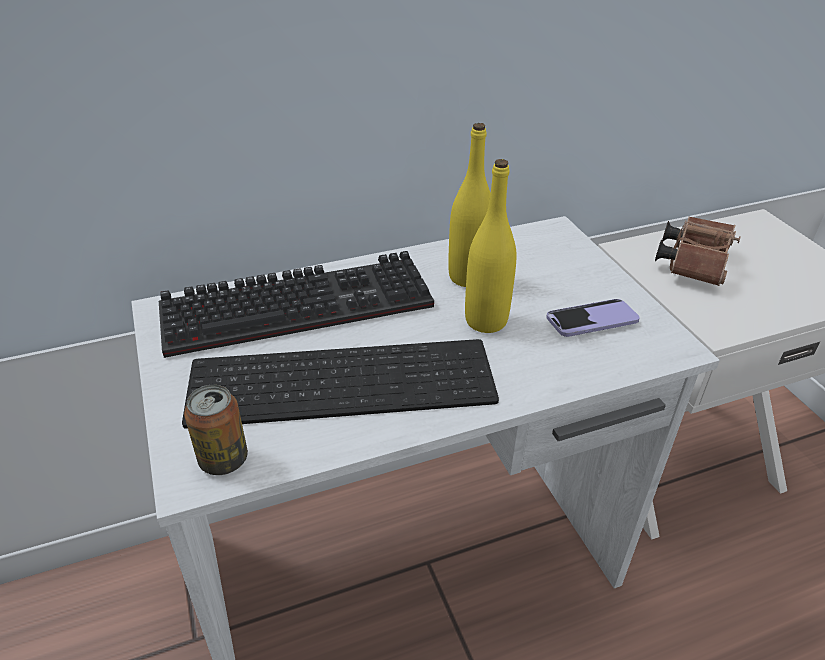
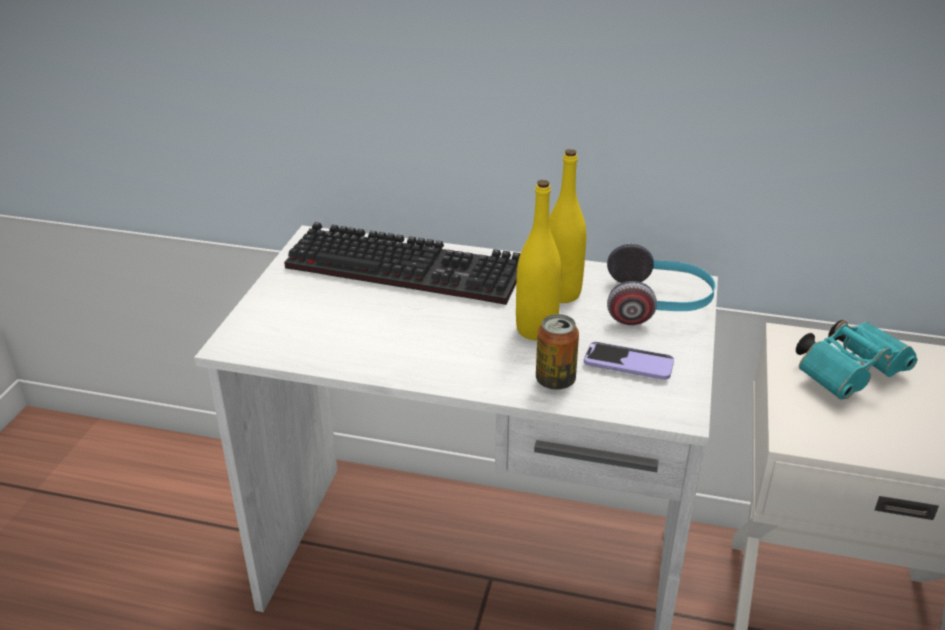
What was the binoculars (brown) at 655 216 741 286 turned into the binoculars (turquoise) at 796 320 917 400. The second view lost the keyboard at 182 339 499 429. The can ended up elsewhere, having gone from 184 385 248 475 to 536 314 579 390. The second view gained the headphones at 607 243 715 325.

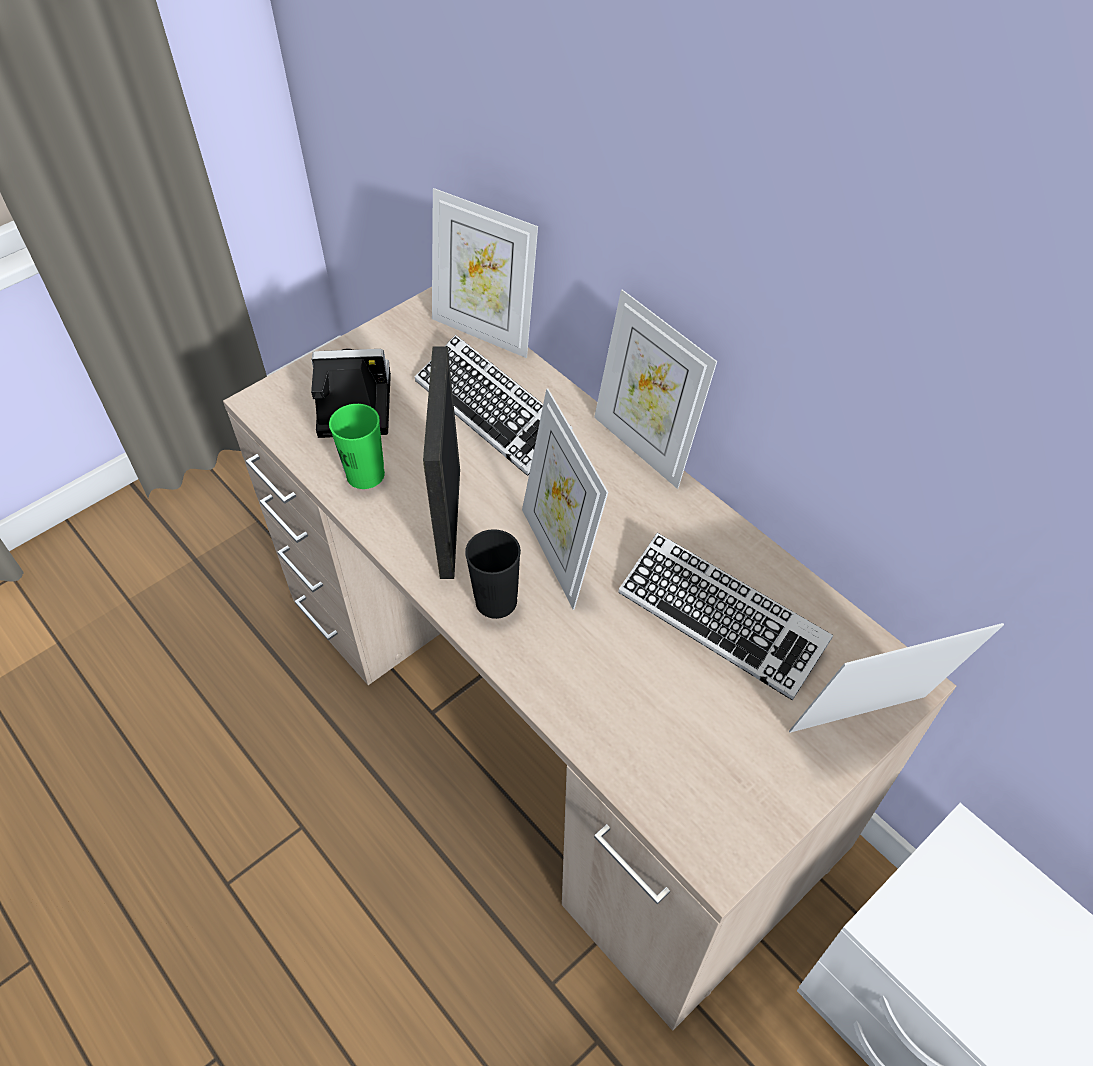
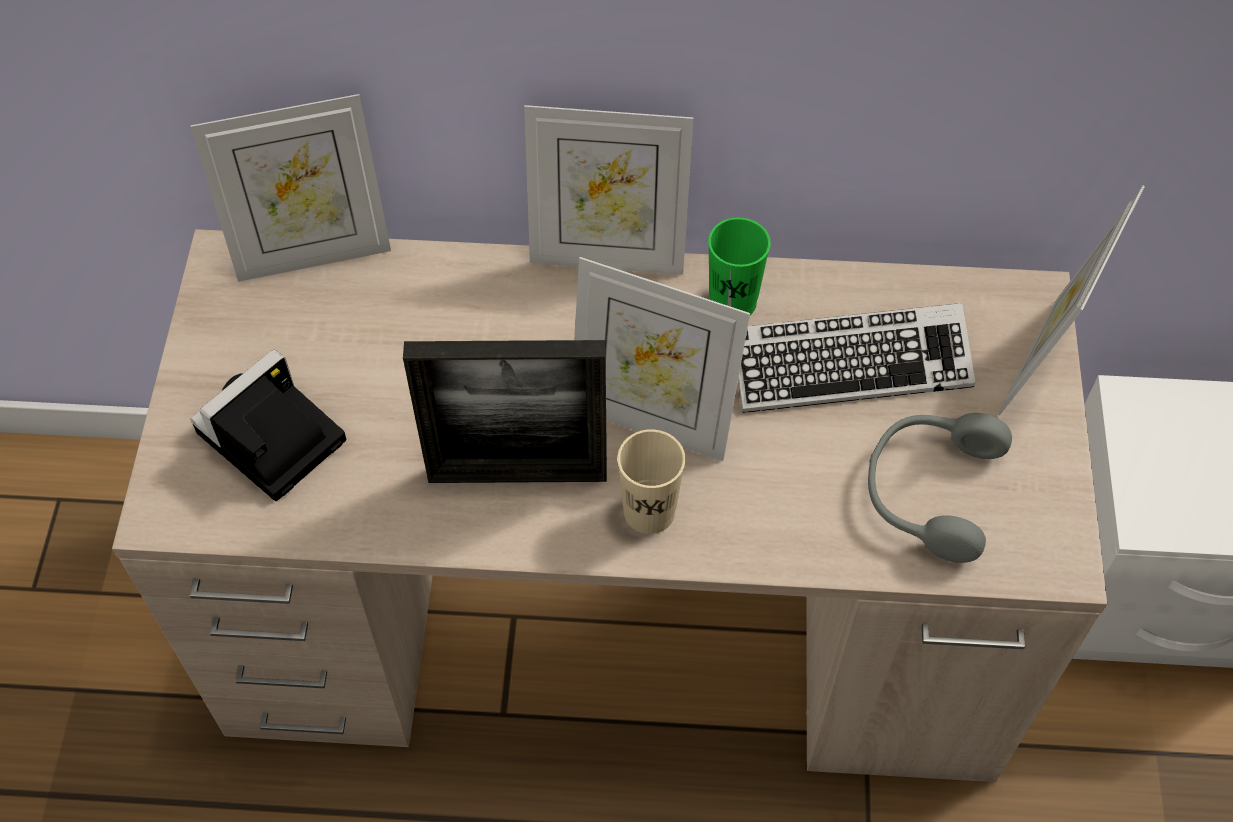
The second view lost the keyboard at 415 335 573 476. The picture frame at 423 346 460 579 ended up facing another way, 45 degrees counterclockwise from before. The cup (green) ended up elsewhere, having gone from 329 404 385 489 to 708 217 770 315. What was the cup (black) at 465 529 521 619 turned into the cup (beige) at 617 429 685 534. The second view gained the headphones (grey) at 868 413 1012 563.

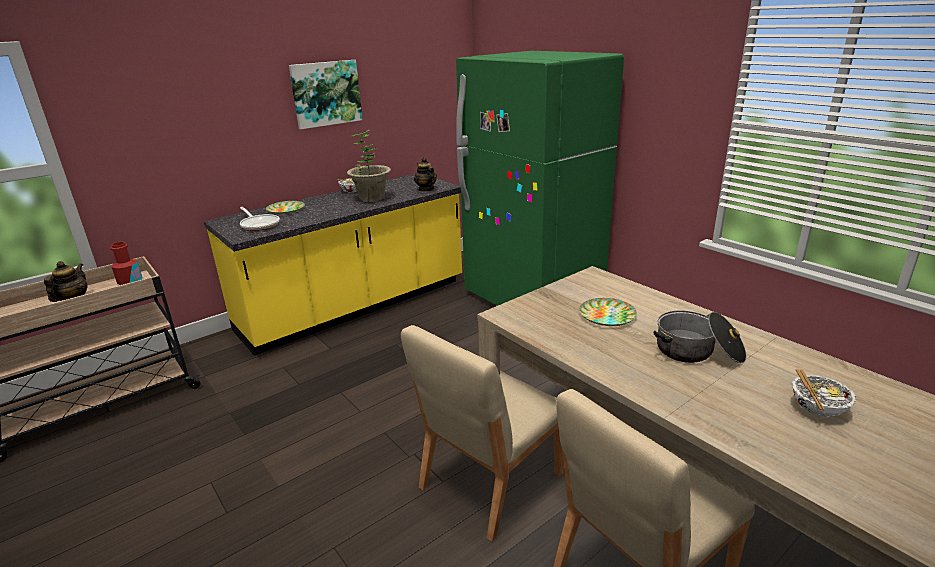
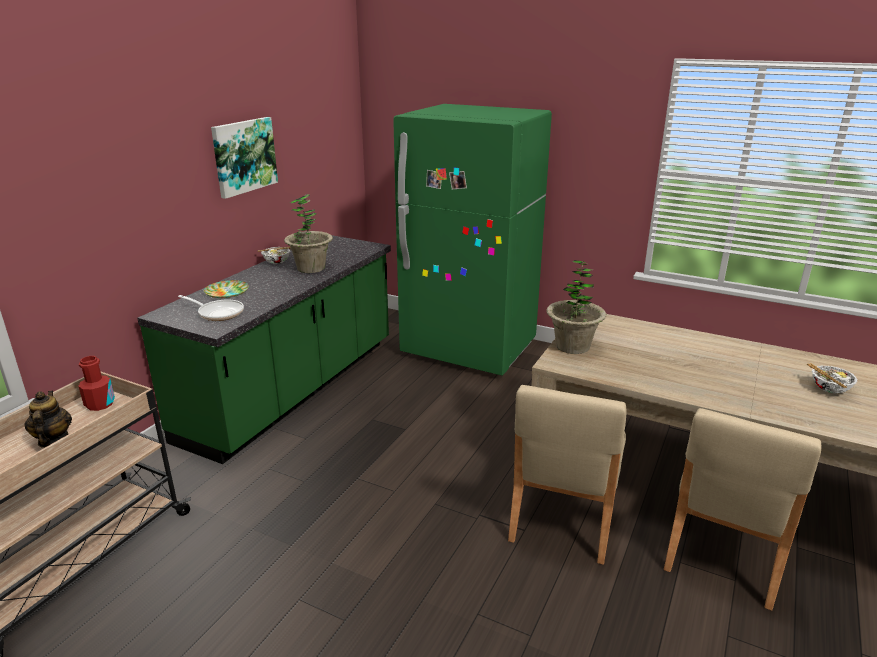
The second view lost the teapot at 414 157 437 192. What was the counter (yellow) at 204 174 462 356 turned into the counter (green) at 137 235 391 464. The second view lost the plate at 579 298 637 326. The second view lost the cooking pot at 654 311 747 363. The second view gained the potted plant at 546 260 606 354.

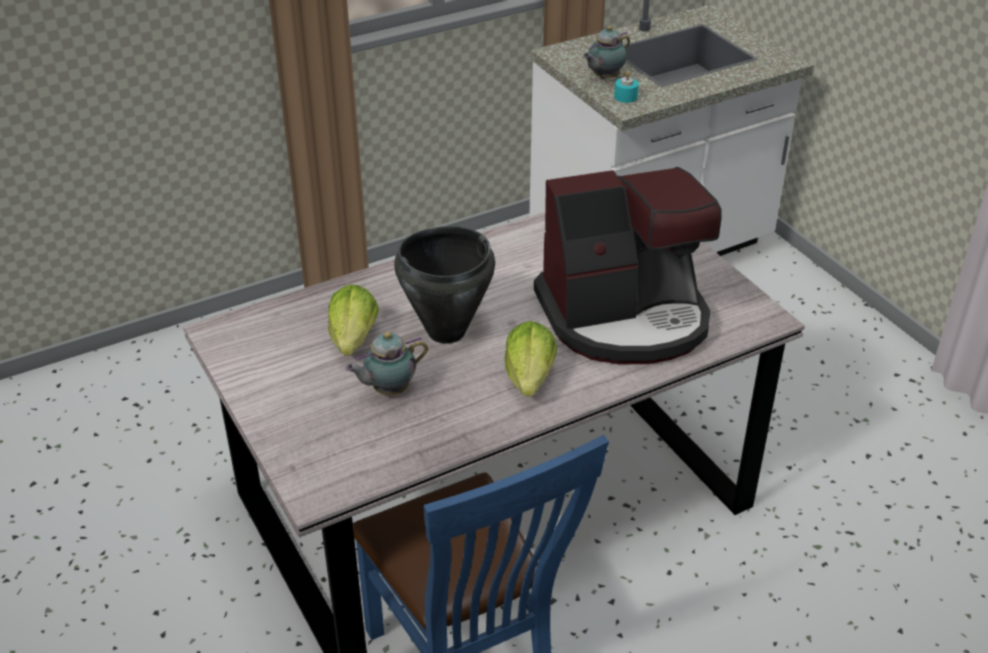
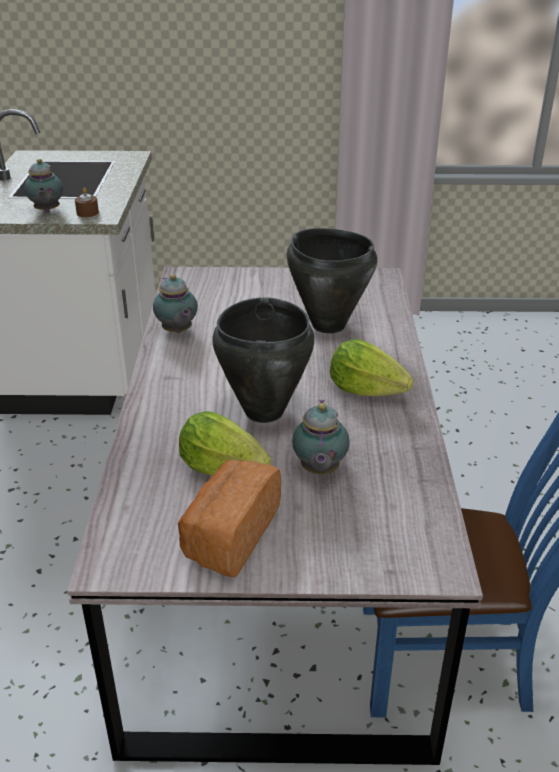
What was the candle (turquoise) at 614 71 639 103 turned into the candle (brown) at 75 188 99 217. Where the coffee machine stood at 534 167 722 364, the cooking pot (black) came to stand at 287 228 377 333. The second view gained the teapot at 153 274 198 333. The second view gained the bread at 178 460 281 578.

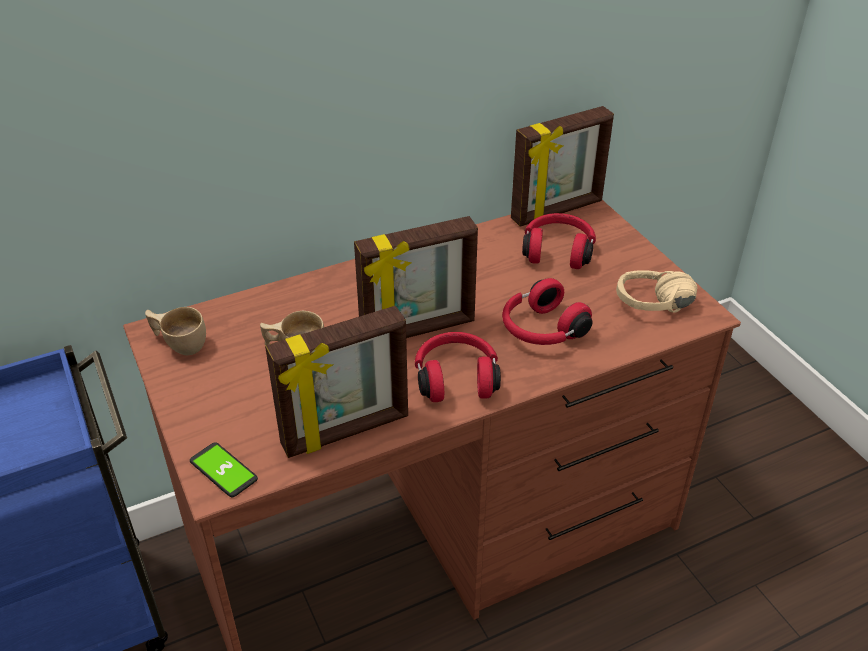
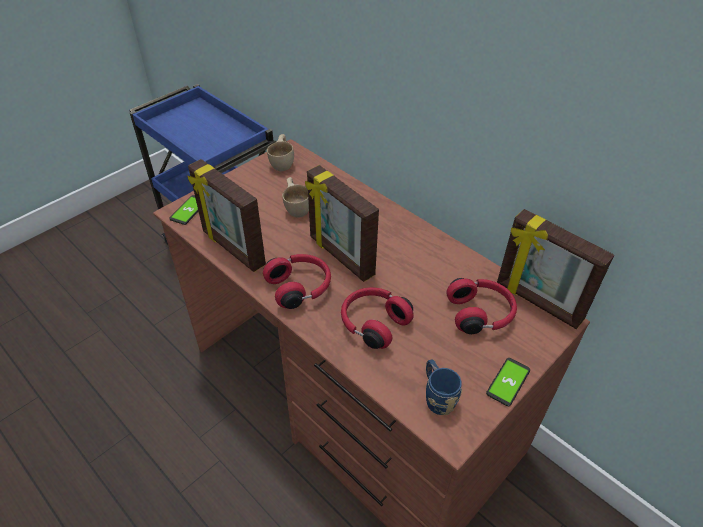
Where the headphones (beige) stood at 616 270 697 313, the mug (blue) came to stand at 426 359 462 415. The second view gained the phone at 486 358 530 406.

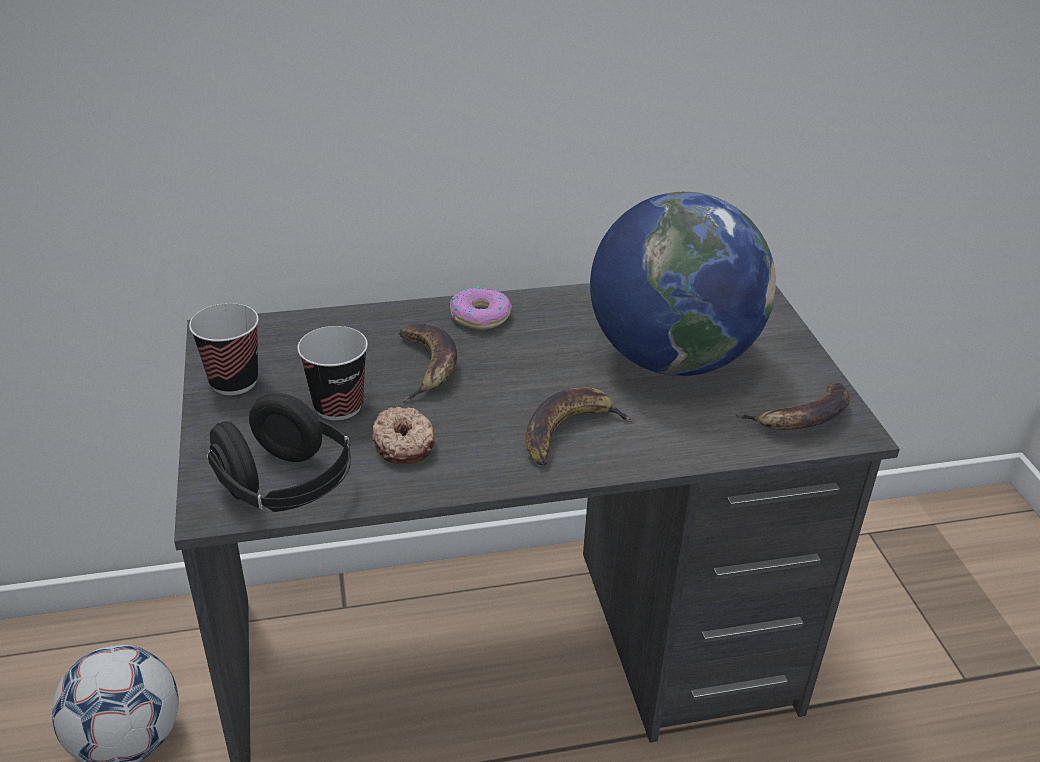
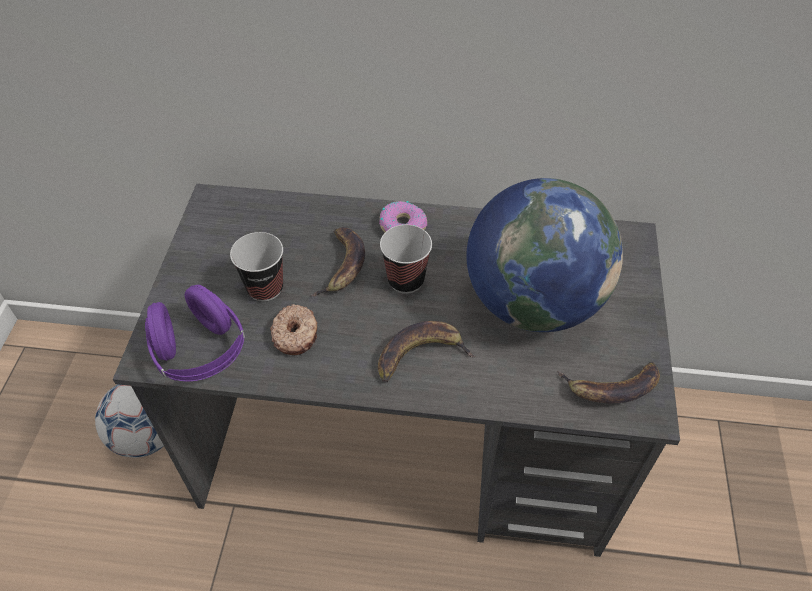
The cup ended up elsewhere, having gone from 189 303 259 395 to 380 225 432 294. What was the headphones (black) at 205 393 351 512 turned into the headphones (purple) at 145 285 245 382.

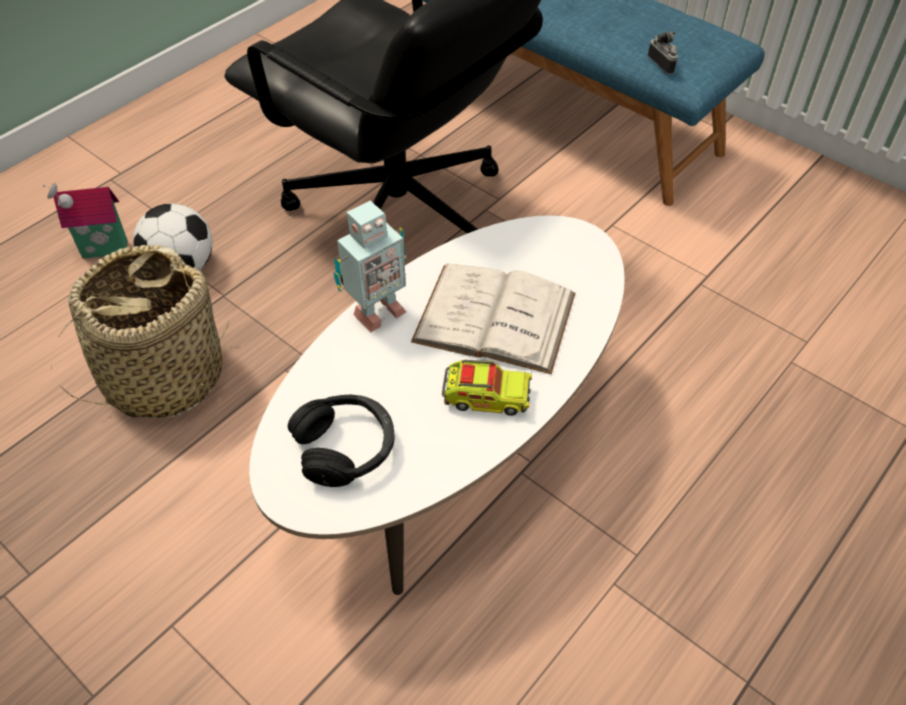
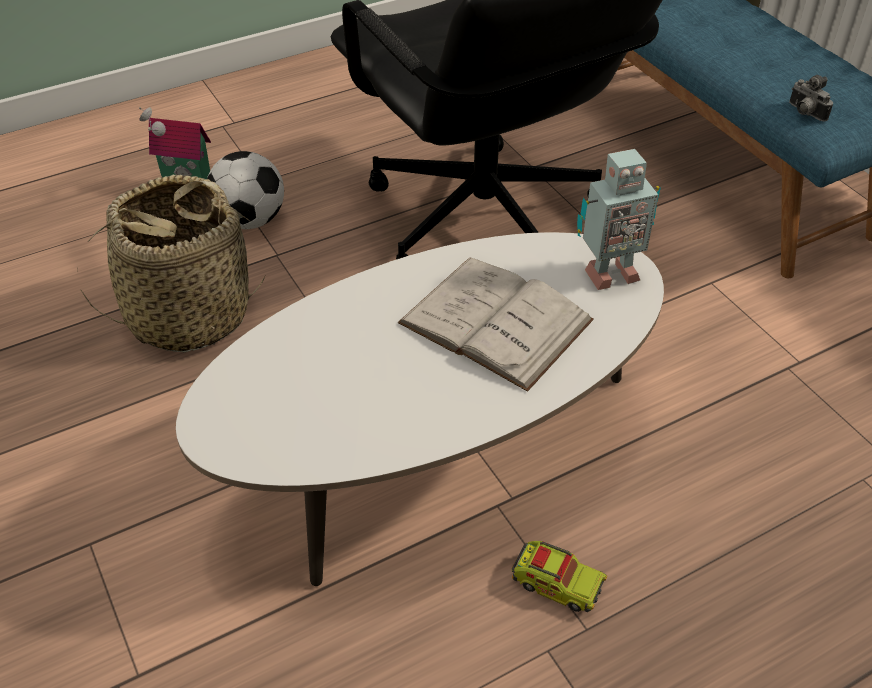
The photo camera at 648 32 678 75 ended up facing another way, 150 degrees clockwise from before. The toy robot ended up elsewhere, having gone from 333 201 406 333 to 577 149 661 290. The toy truck ended up elsewhere, having gone from 442 360 532 416 to 512 541 607 612. The second view lost the headphones (black) at 288 395 395 487.

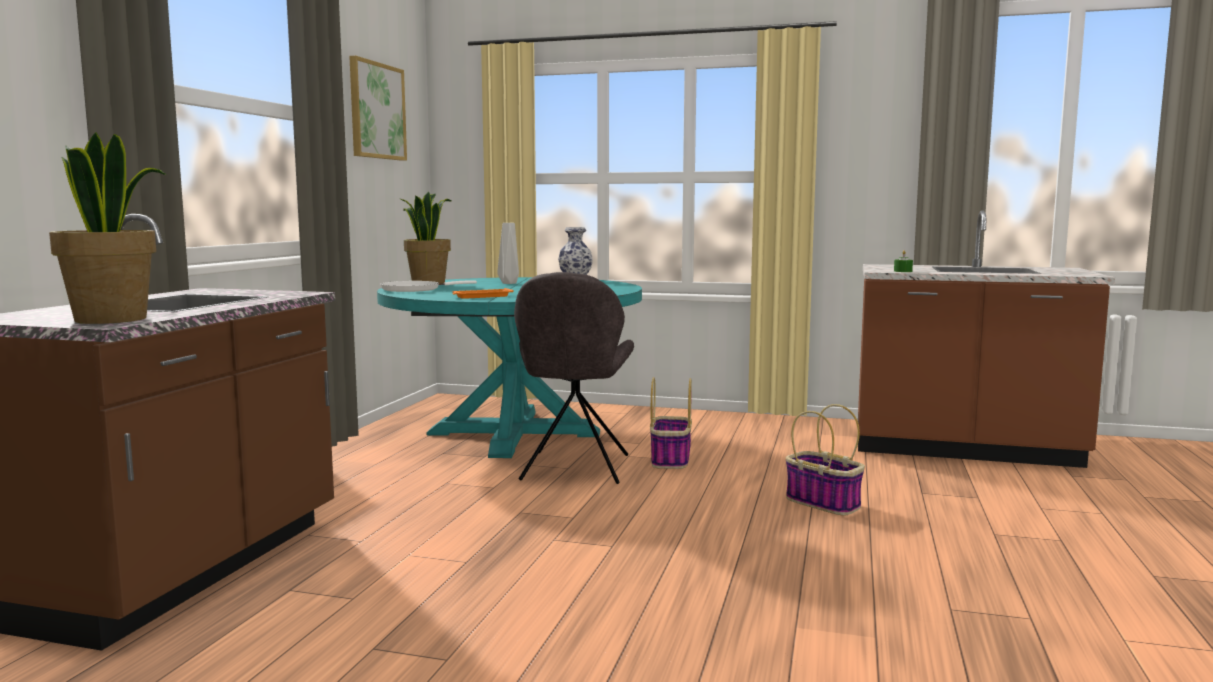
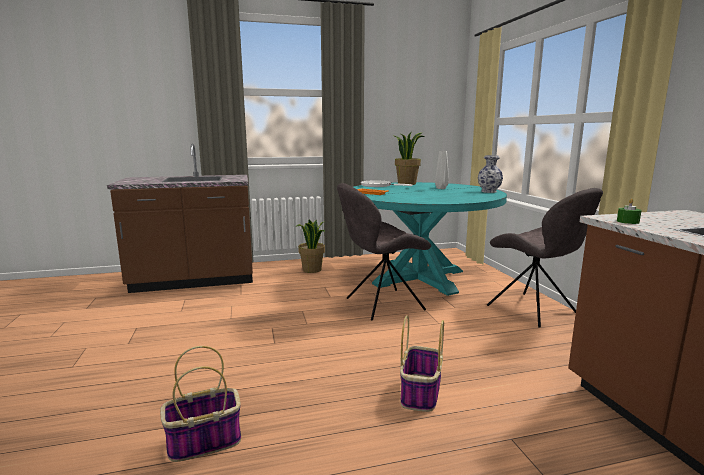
The second view lost the picture at 349 56 407 161. The potted plant ended up elsewhere, having gone from 49 132 166 324 to 296 219 325 273. The basket ended up elsewhere, having gone from 650 377 692 469 to 160 346 241 462. The second view gained the chair (grey) at 487 188 603 328.

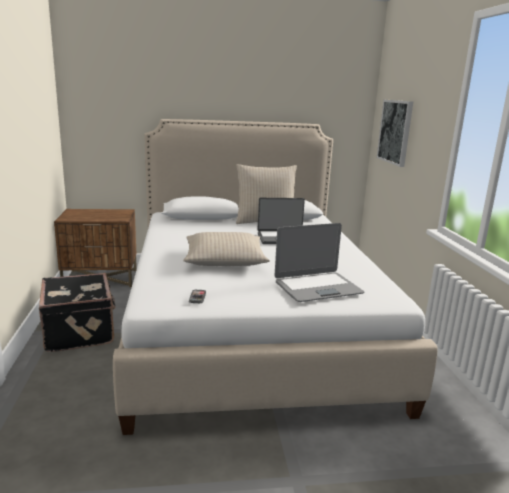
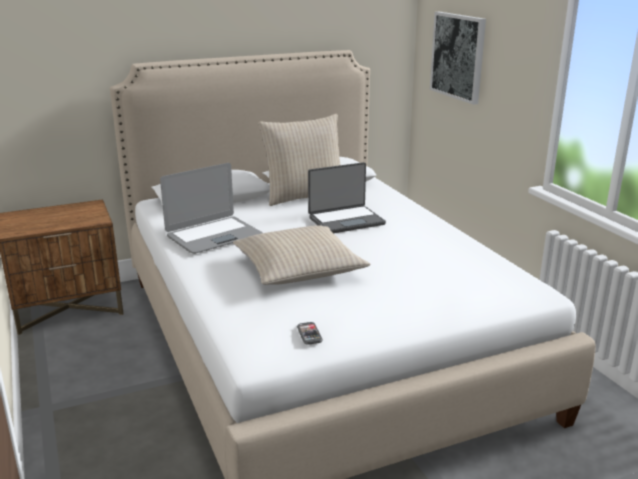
The laptop ended up elsewhere, having gone from 275 223 364 302 to 160 163 263 254. The second view lost the suitcase (black) at 39 273 115 352.

